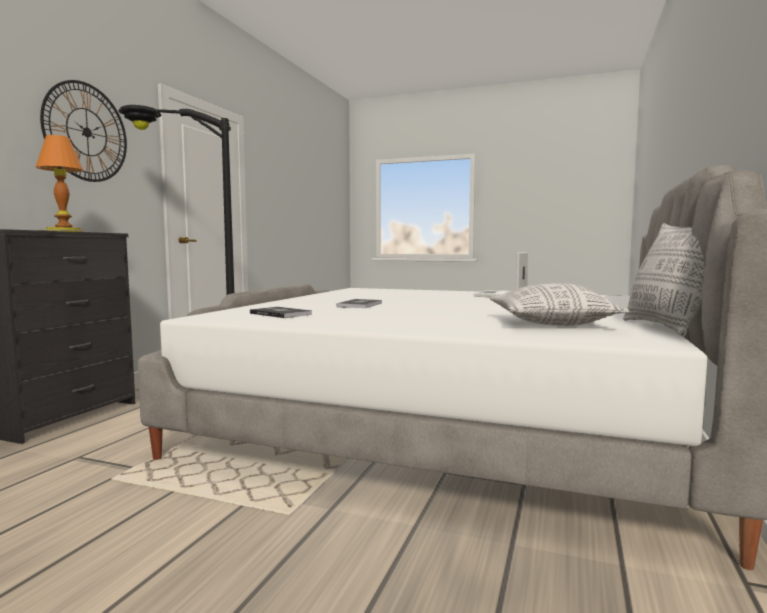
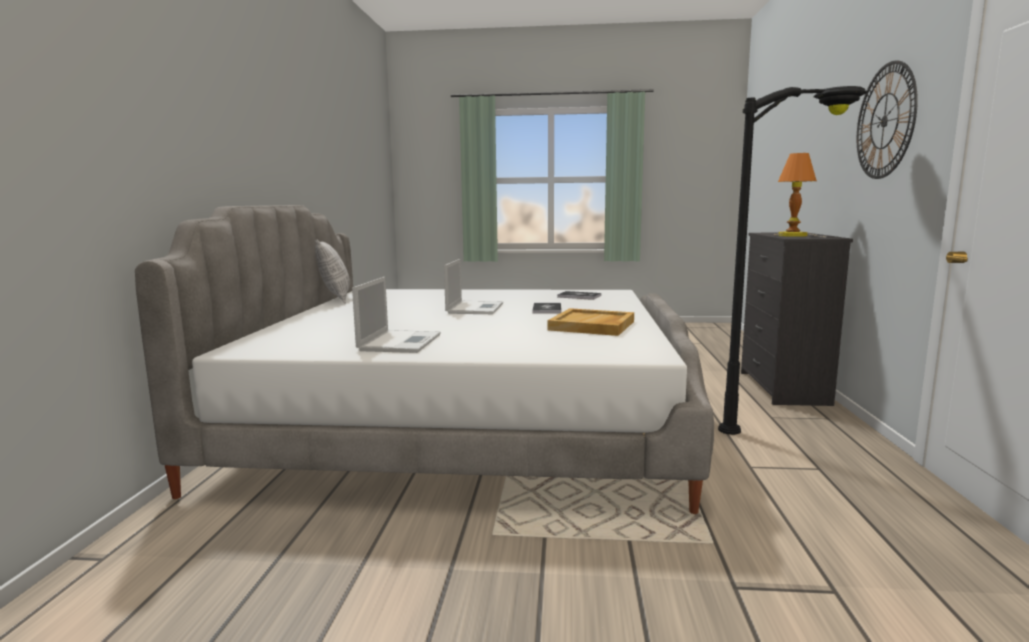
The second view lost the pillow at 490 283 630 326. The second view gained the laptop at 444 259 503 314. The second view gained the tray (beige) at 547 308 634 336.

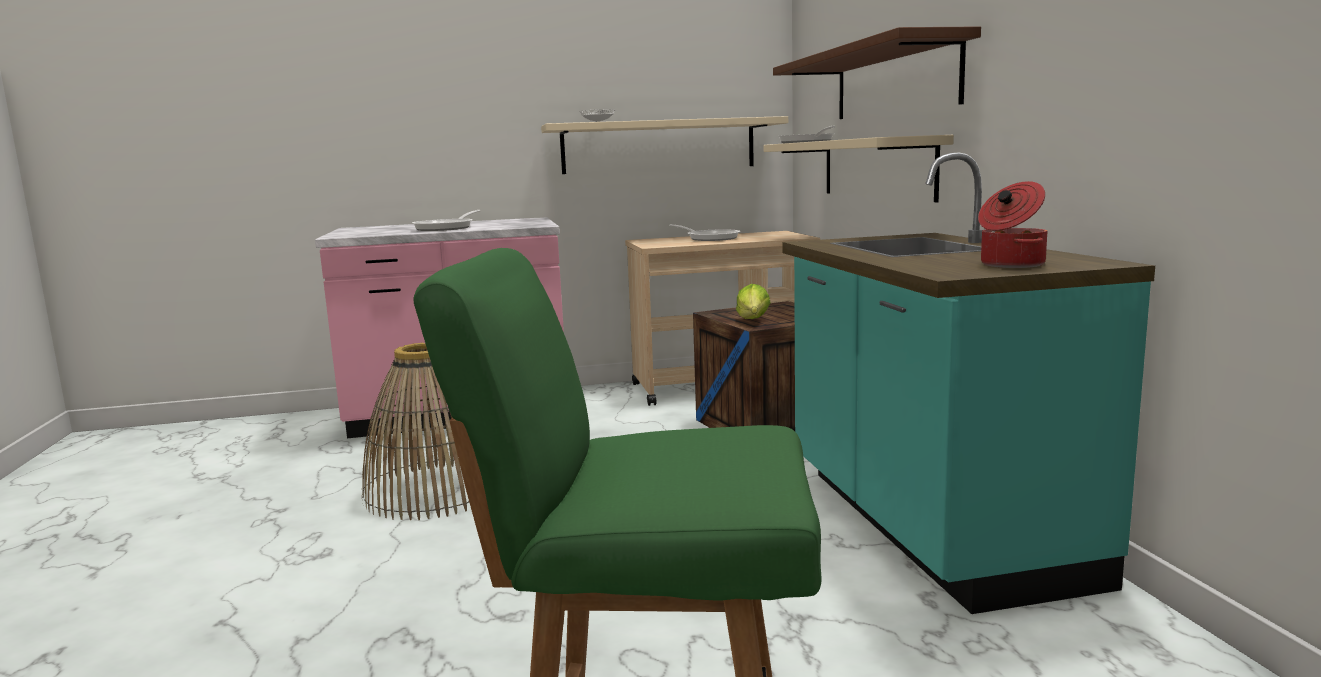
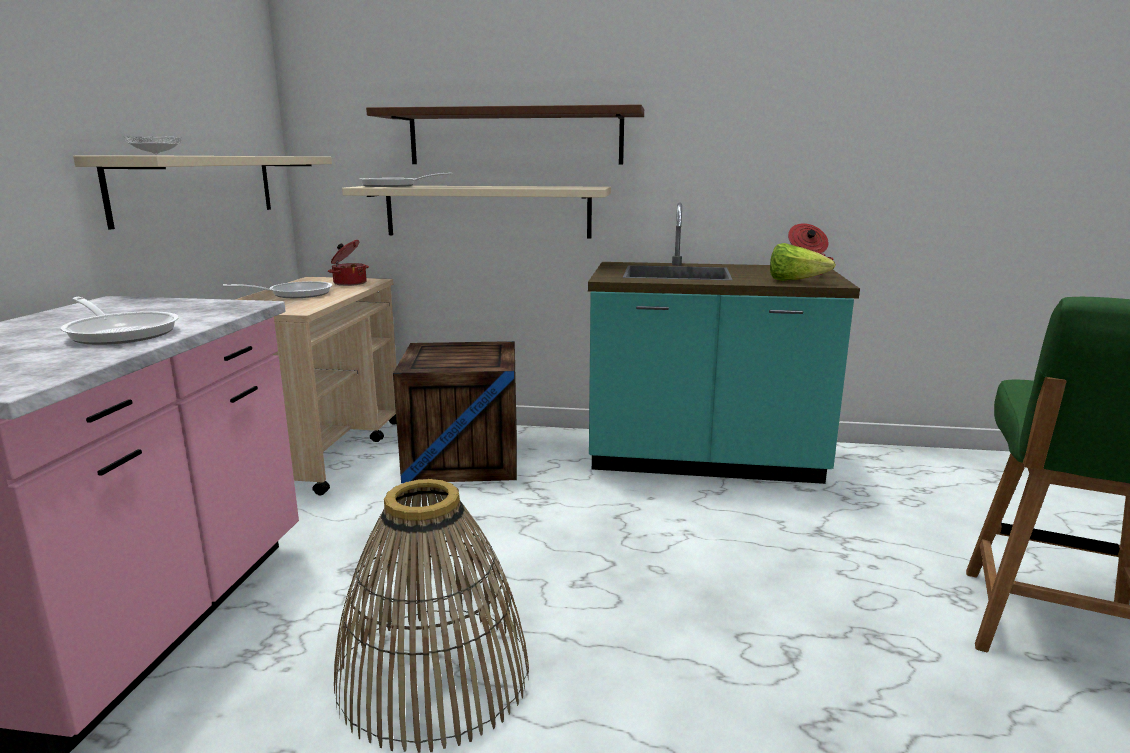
The lettuce ended up elsewhere, having gone from 736 284 771 319 to 770 243 836 281. The second view gained the cooking pot at 328 240 369 286.

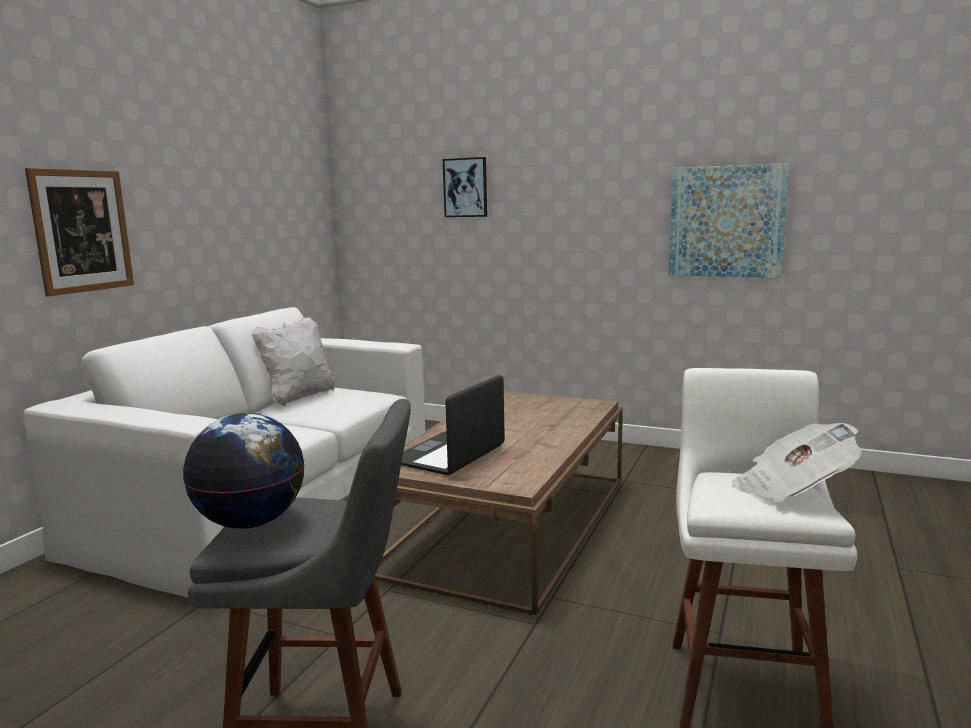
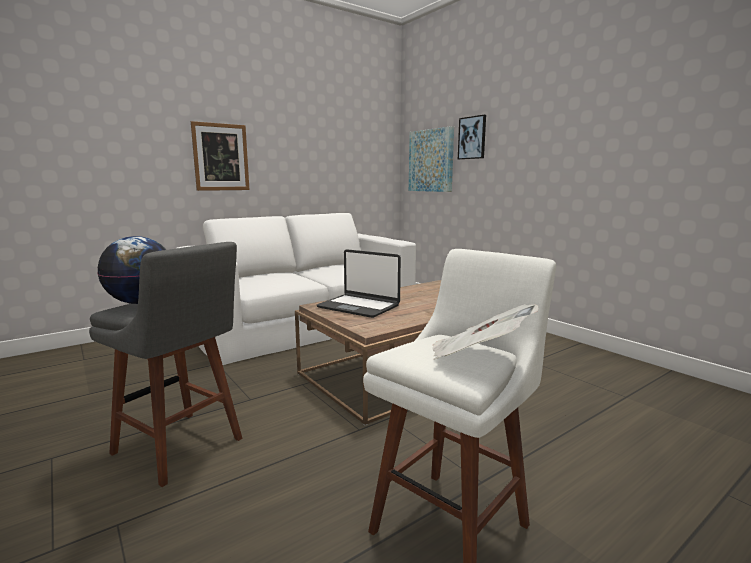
The picture ended up elsewhere, having gone from 669 163 789 278 to 409 126 454 192. The second view lost the pillow (white) at 252 317 335 406. The laptop at 401 375 505 475 ended up facing another way, 120 degrees counterclockwise from before.

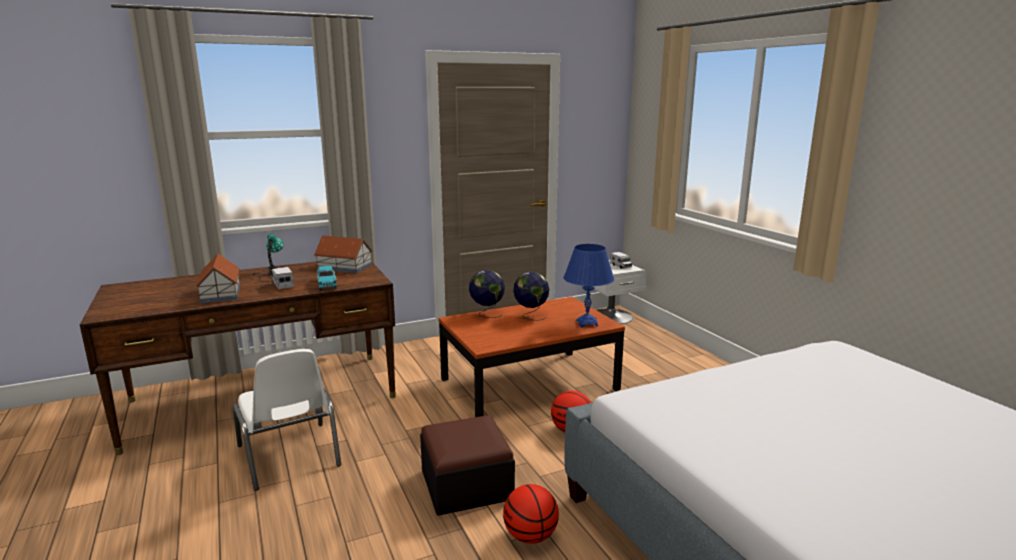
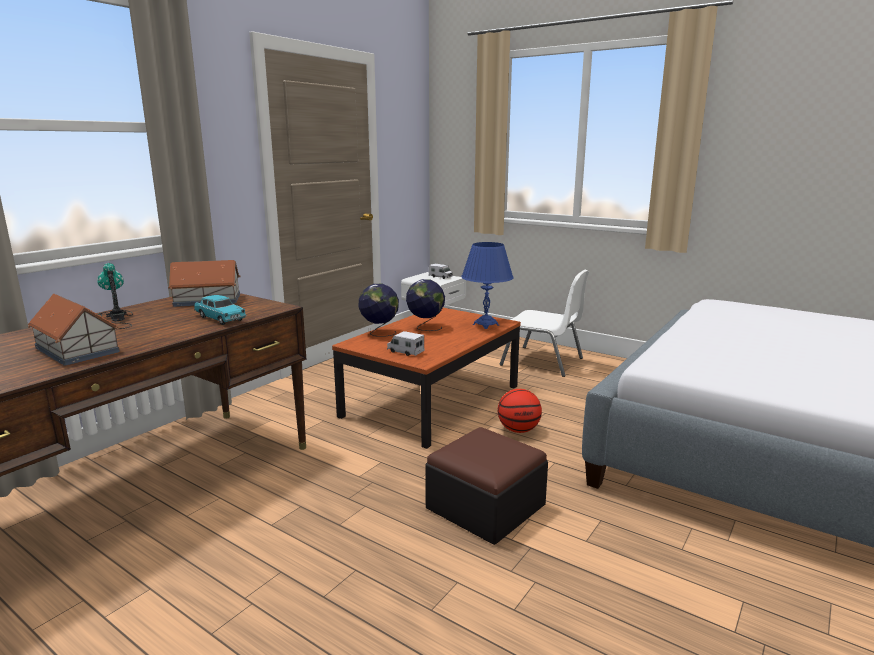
The toy truck ended up elsewhere, having gone from 270 267 294 289 to 387 331 424 356. The chair (white) ended up elsewhere, having gone from 233 349 341 491 to 500 270 589 377. The second view lost the basketball at 503 484 559 544.

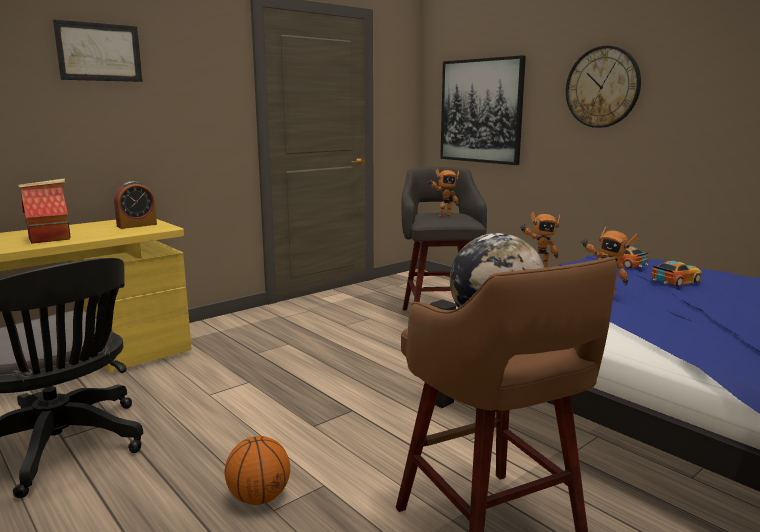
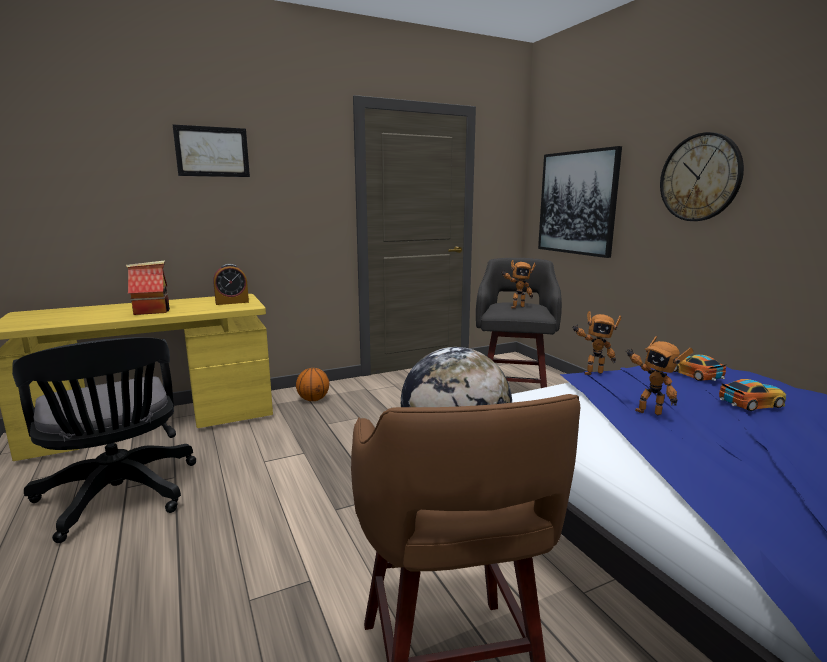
The basketball ended up elsewhere, having gone from 225 436 290 505 to 296 368 329 401.

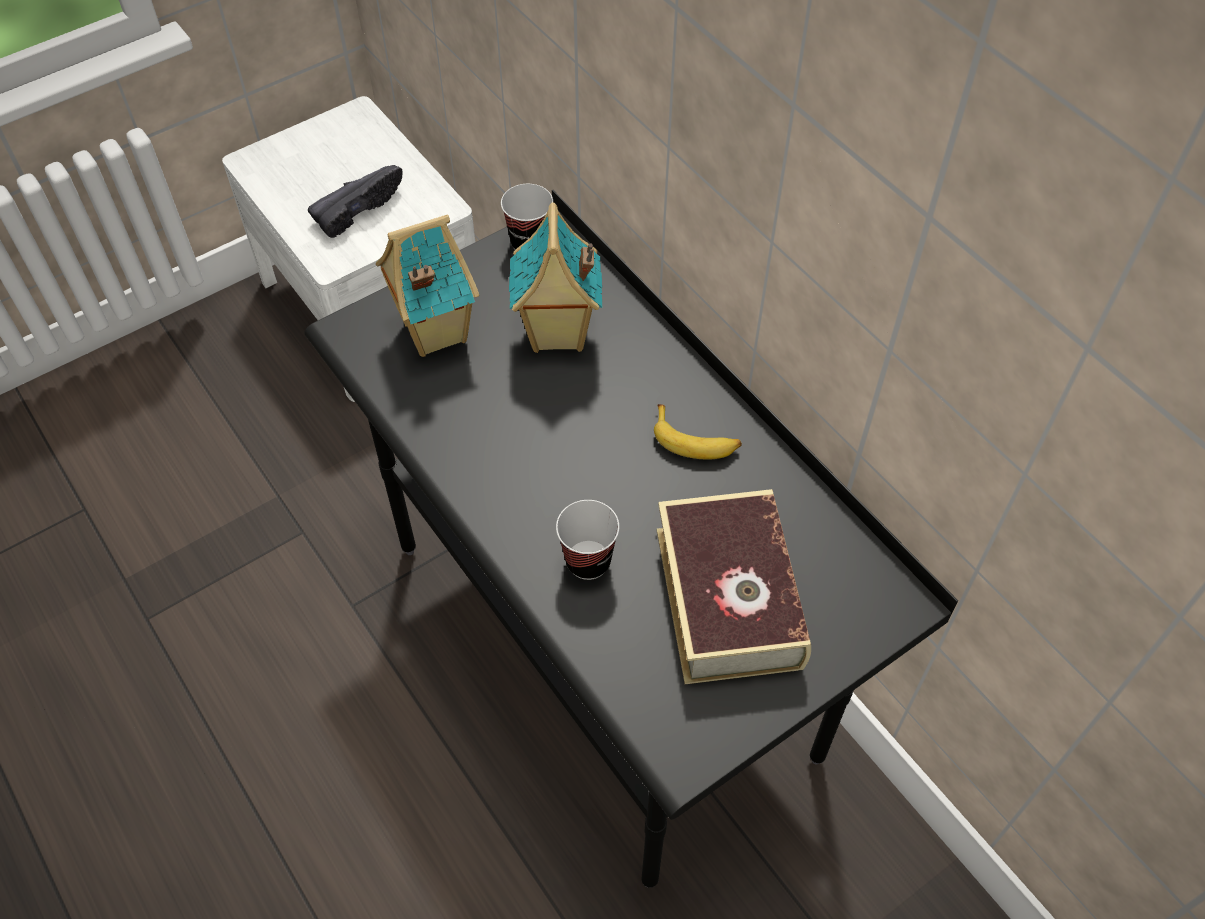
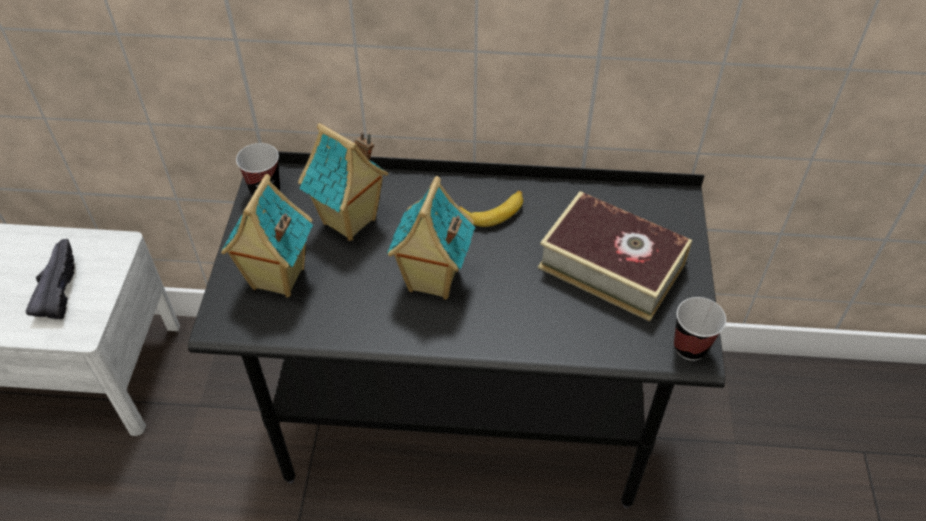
The cup ended up elsewhere, having gone from 556 500 620 580 to 674 297 726 361. The second view gained the toy house at 387 176 475 300.

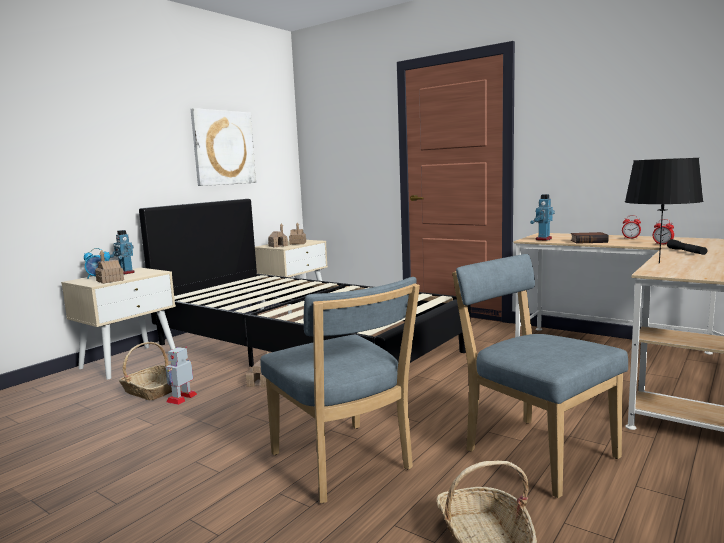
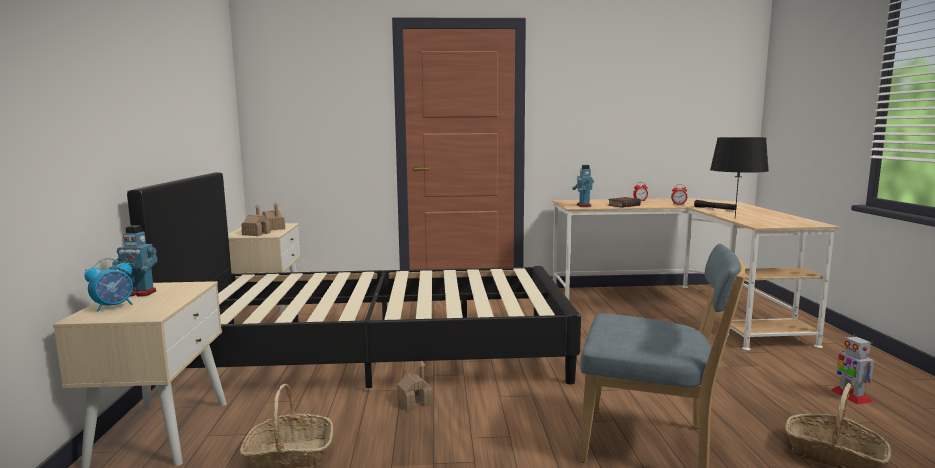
The second view lost the picture at 191 108 256 186. The second view lost the toy house at 95 250 124 284. The second view lost the chair (blue) at 452 254 628 498. The toy robot ended up elsewhere, having gone from 166 347 197 405 to 831 335 874 405.

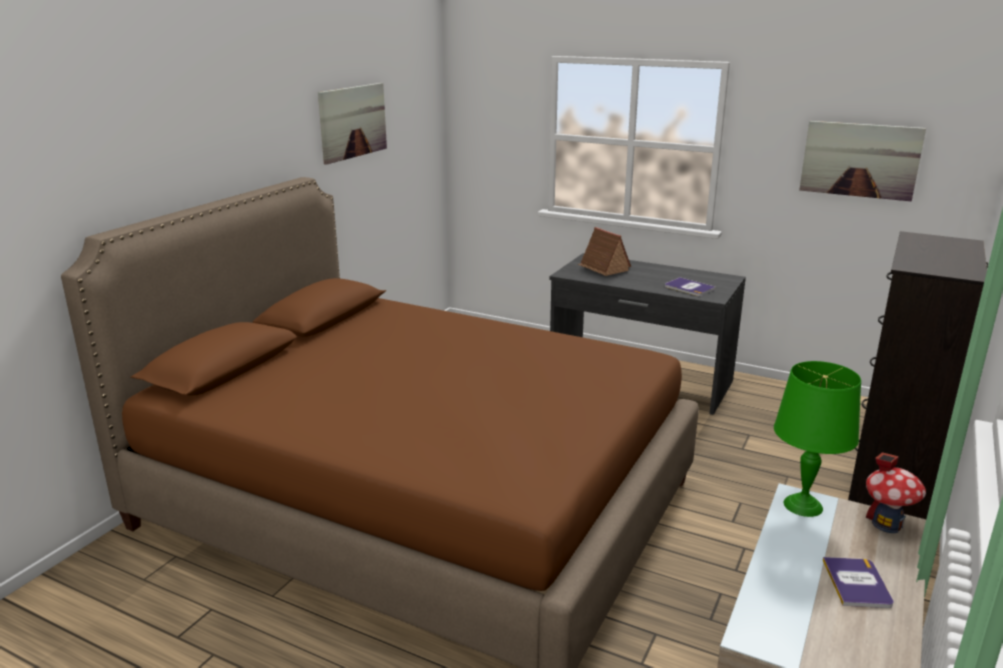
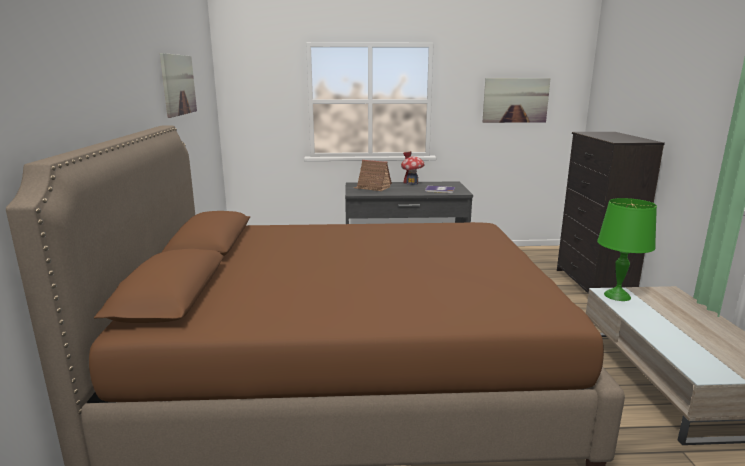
The toy house ended up elsewhere, having gone from 866 452 926 533 to 401 151 425 185. The second view lost the book at 823 557 893 608.

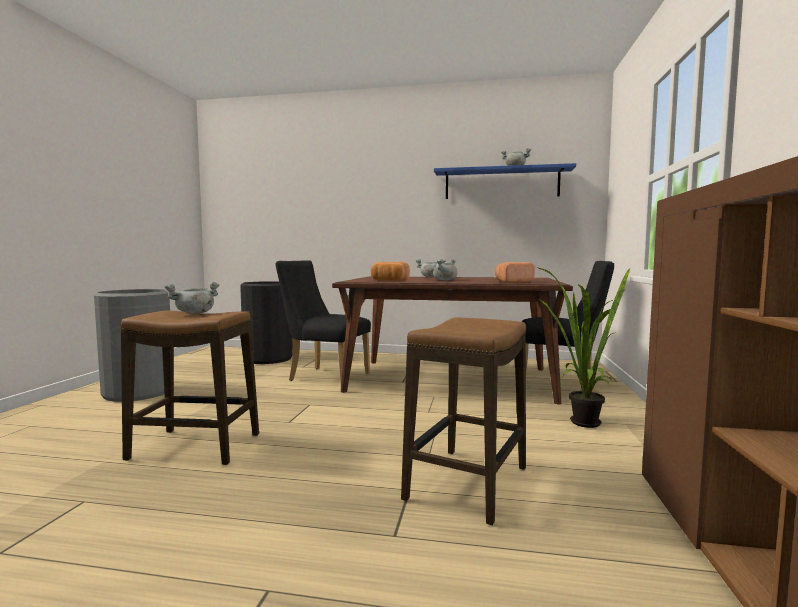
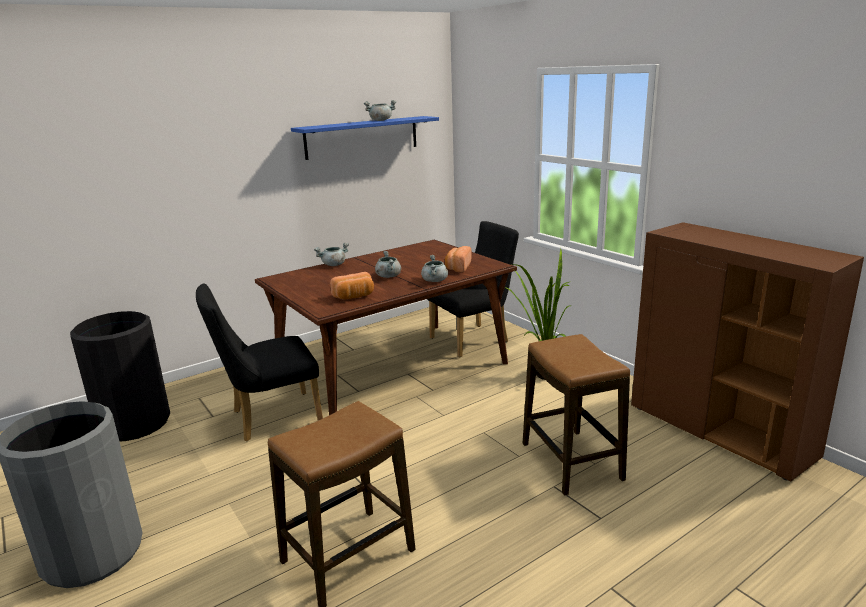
The cooking pot (grey) ended up elsewhere, having gone from 164 282 219 314 to 421 255 448 282.

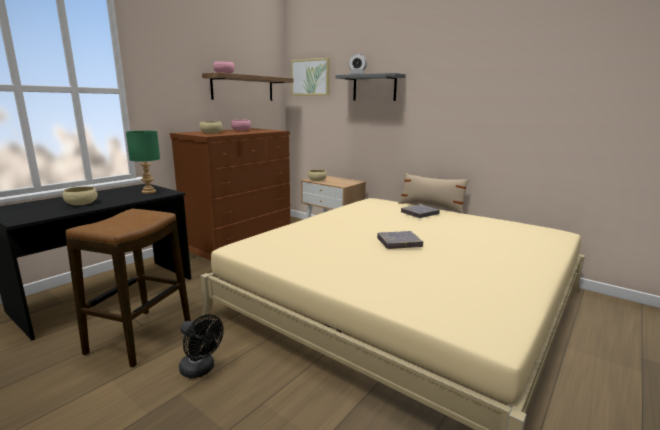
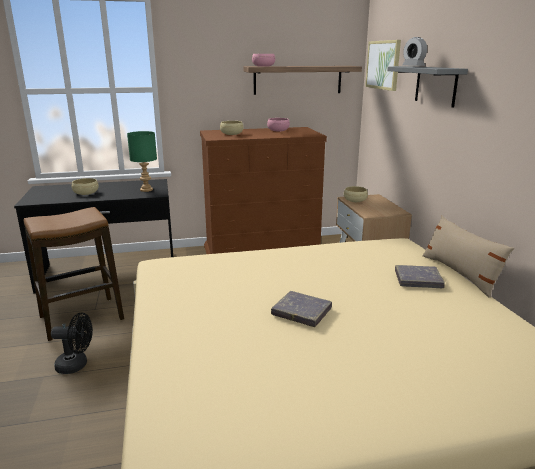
The fan (black) at 179 314 224 378 ended up facing another way, 75 degrees counterclockwise from before.

